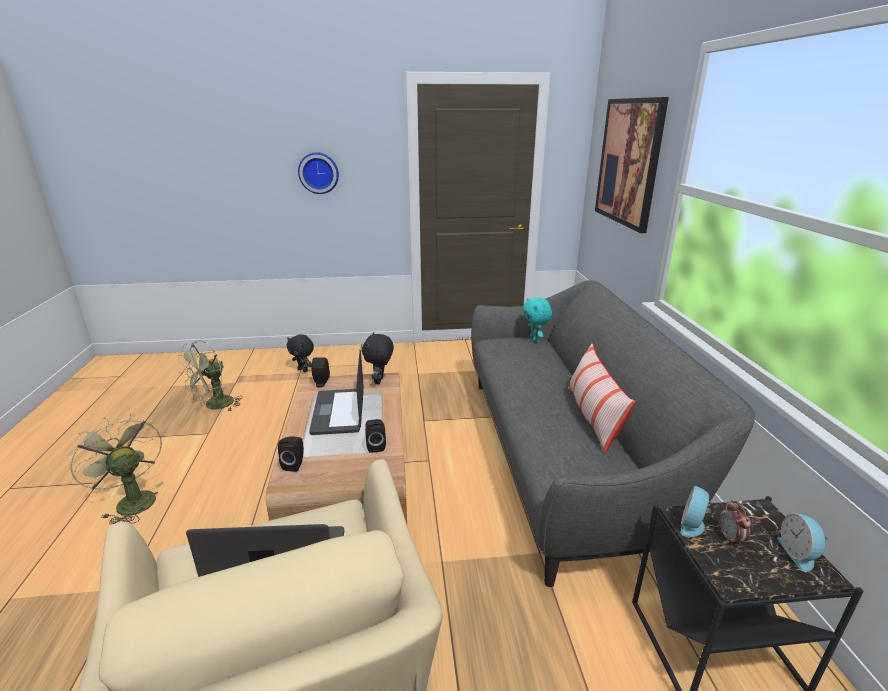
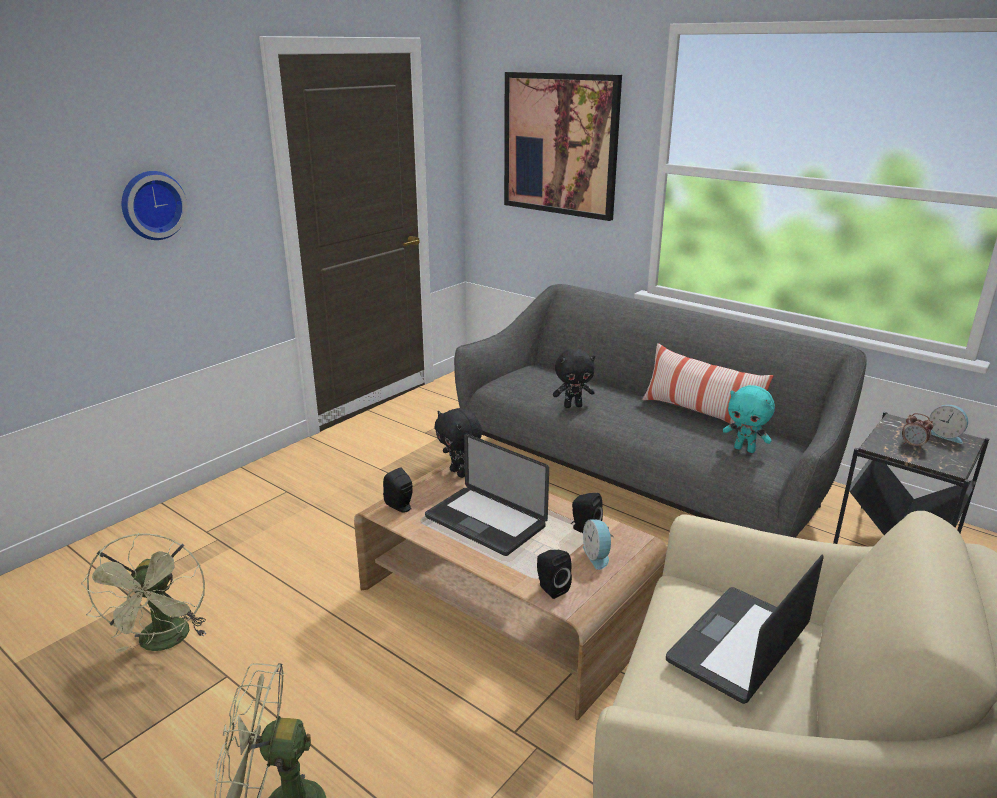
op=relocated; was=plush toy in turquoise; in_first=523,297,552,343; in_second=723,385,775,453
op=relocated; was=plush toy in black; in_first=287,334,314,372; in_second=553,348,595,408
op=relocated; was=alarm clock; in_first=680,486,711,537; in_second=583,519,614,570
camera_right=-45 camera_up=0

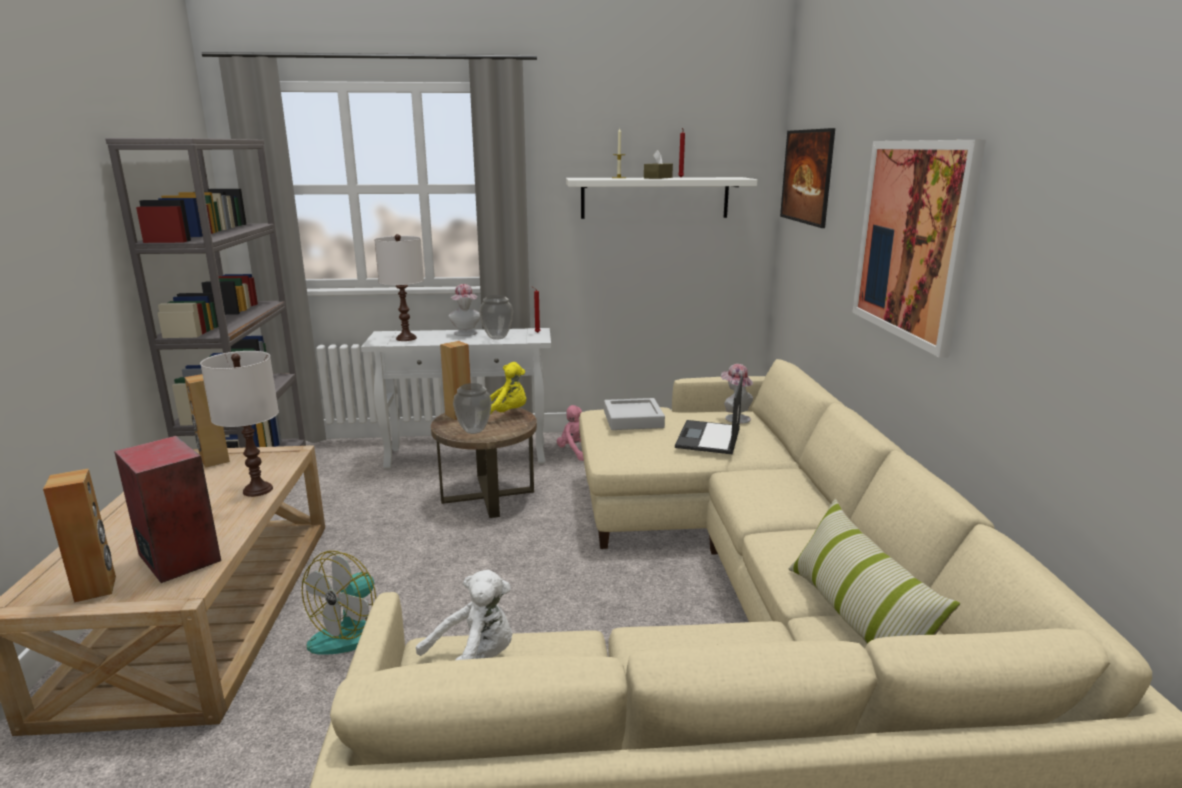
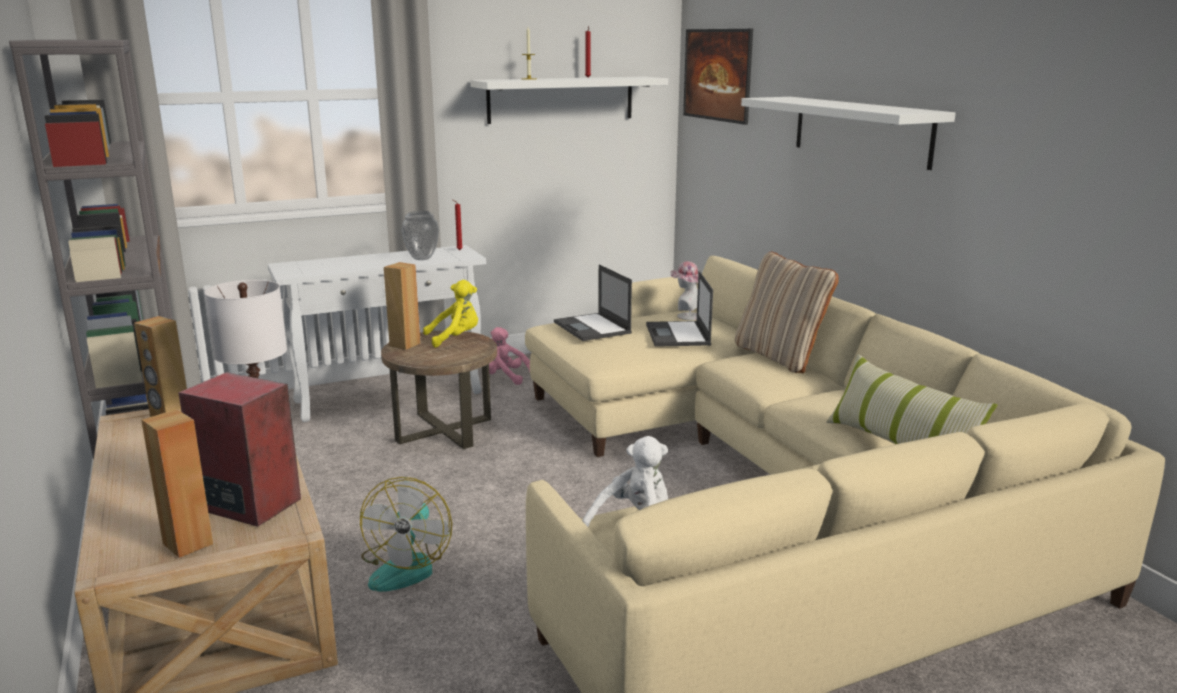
op=exchanged; was=picture; now=shelf in white; in_first=852,140,986,358; in_second=741,97,956,170
op=missing; was=tissue box in brown; in_first=644,150,673,179
op=missing; was=table lamp in white; in_first=374,234,424,341
op=missing; was=hat; in_first=449,284,480,336
op=missing; was=vase; in_first=453,383,492,434
op=exchanged; was=tray in grey; now=laptop; in_first=604,398,665,430; in_second=554,265,632,341
op=appeared; now=pillow in beige; in_second=735,252,839,373
camera_right=-20 camera_up=0

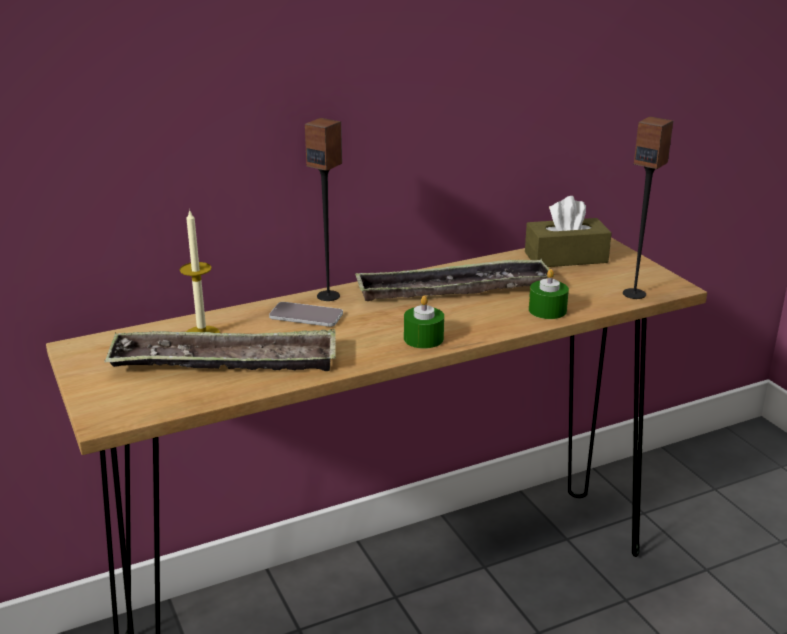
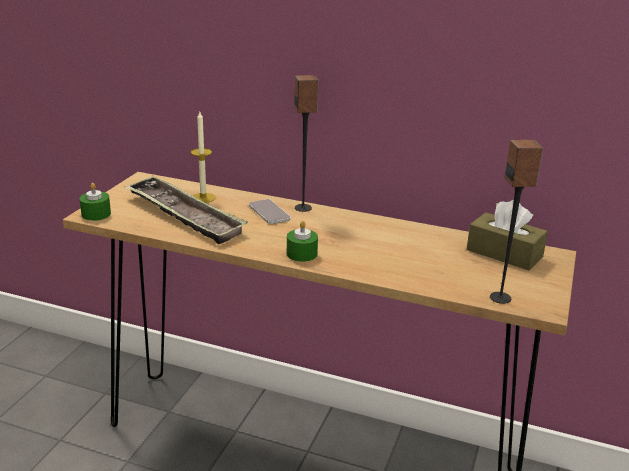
op=missing; was=tray; in_first=355,259,555,301
op=relocated; was=candle in green; in_first=529,269,569,319; in_second=79,183,111,221
camera_right=45 camera_up=0

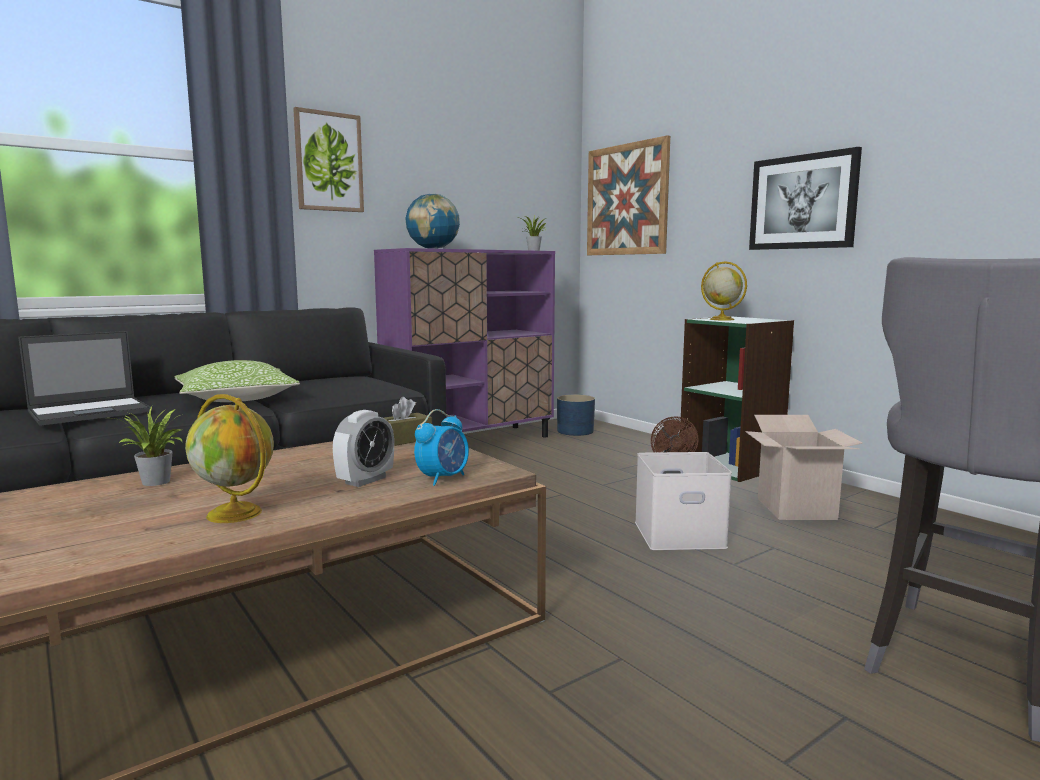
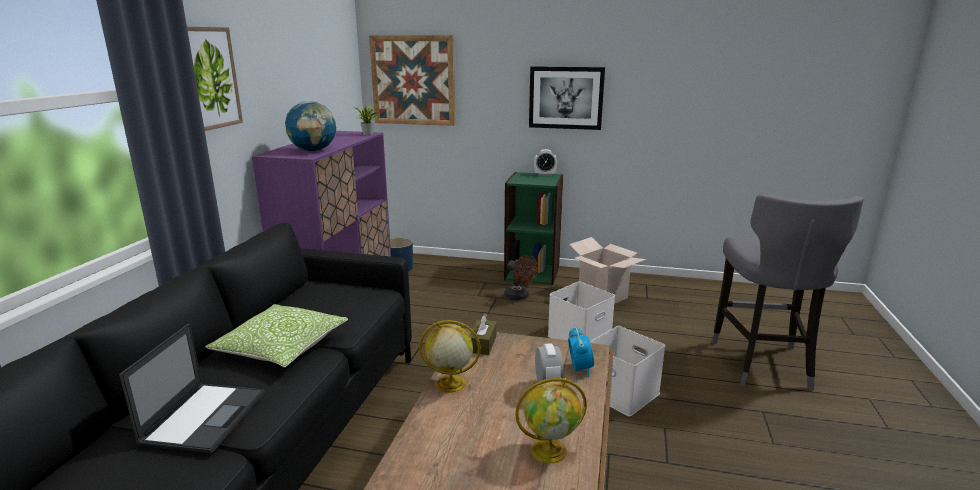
op=relocated; was=globe; in_first=701,261,747,321; in_second=419,320,481,393
op=missing; was=potted plant; in_first=113,406,183,486
op=appeared; now=alarm clock; in_second=534,149,557,176
op=appeared; now=storage box in white; in_second=590,326,665,417
camera_right=-40 camera_up=10

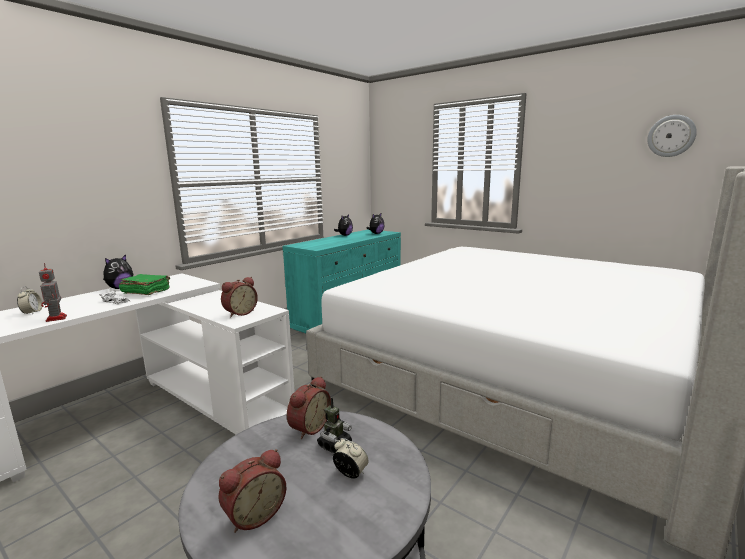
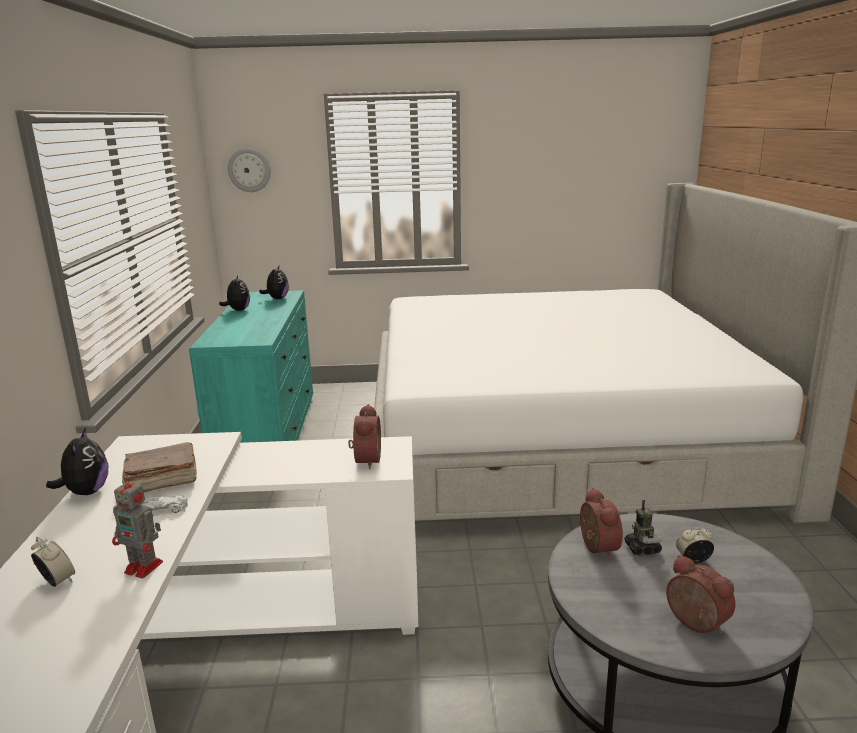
op=relocated; was=wall clock; in_first=647,115,697,157; in_second=228,148,271,192
op=colour; was=book in green; now=book in brown; in_first=119,274,170,295; in_second=122,442,197,492
op=spun; was=alarm clock; in_first=218,449,286,533; in_second=666,555,736,634; clockwise=-45
camera_right=-40 camera_up=5

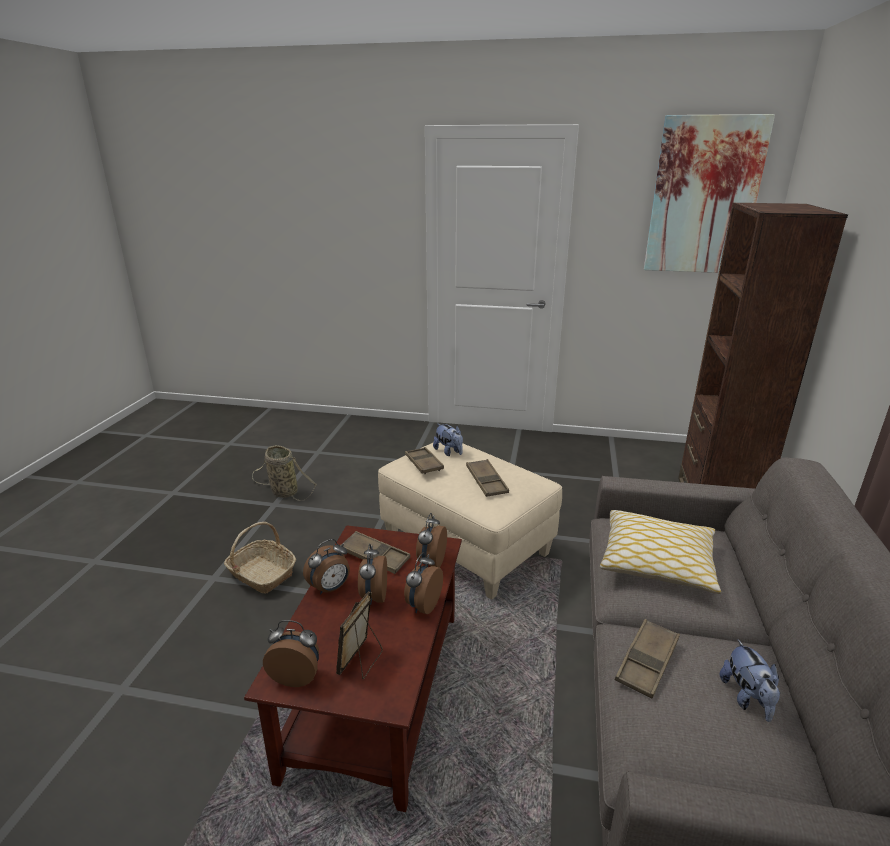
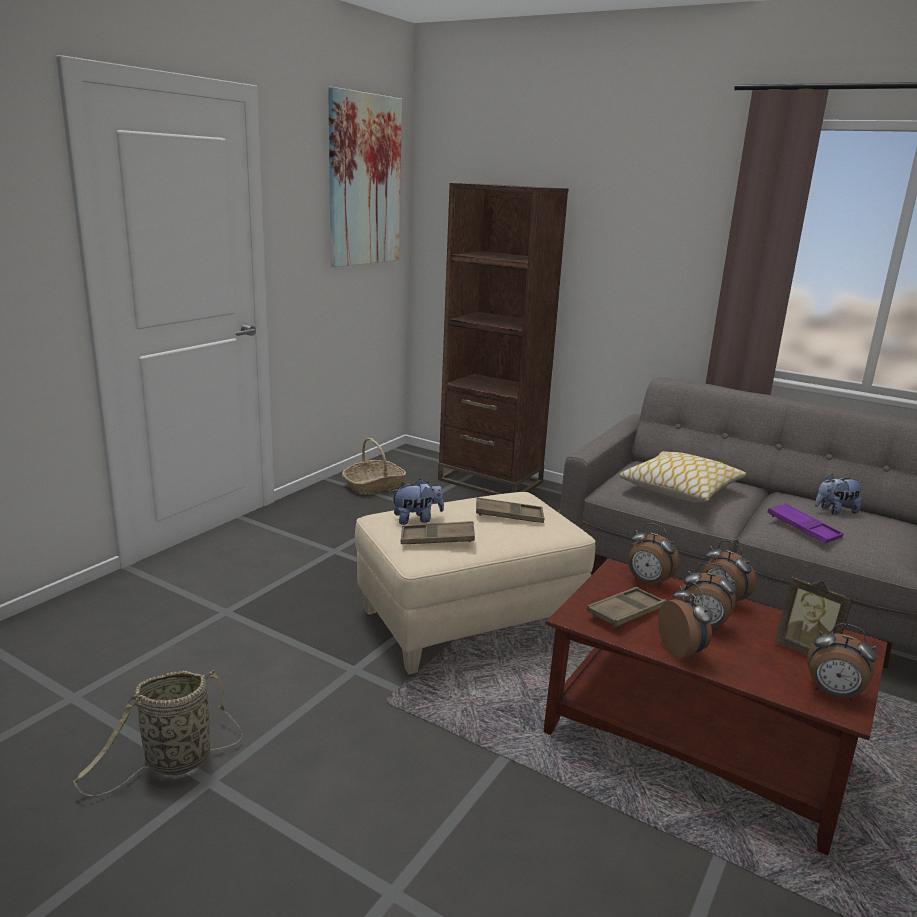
op=relocated; was=basket; in_first=224,522,296,593; in_second=342,438,406,494
op=colour; was=tray in brown; now=tray in purple; in_first=615,619,680,699; in_second=768,503,843,543
op=spun; was=alarm clock; in_first=263,620,319,687; in_second=807,623,877,701; clockwise=-90
op=spun; was=plush toy; in_first=720,639,780,722; in_second=815,474,863,515; clockwise=150
camera_right=-70 camera_up=-5

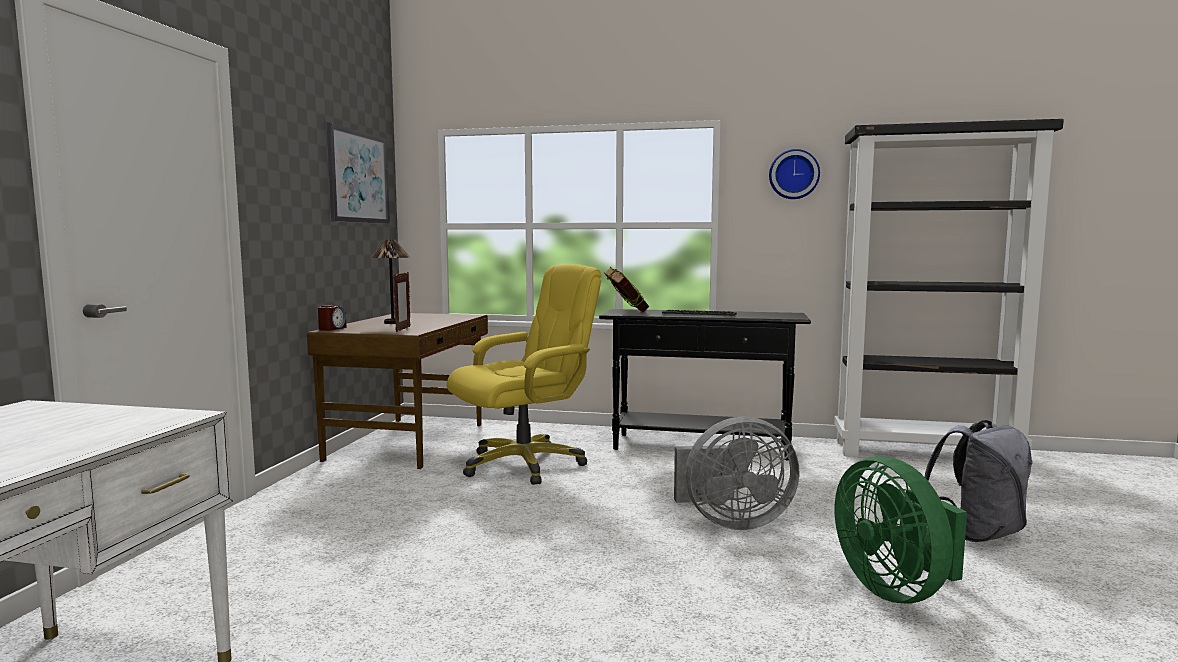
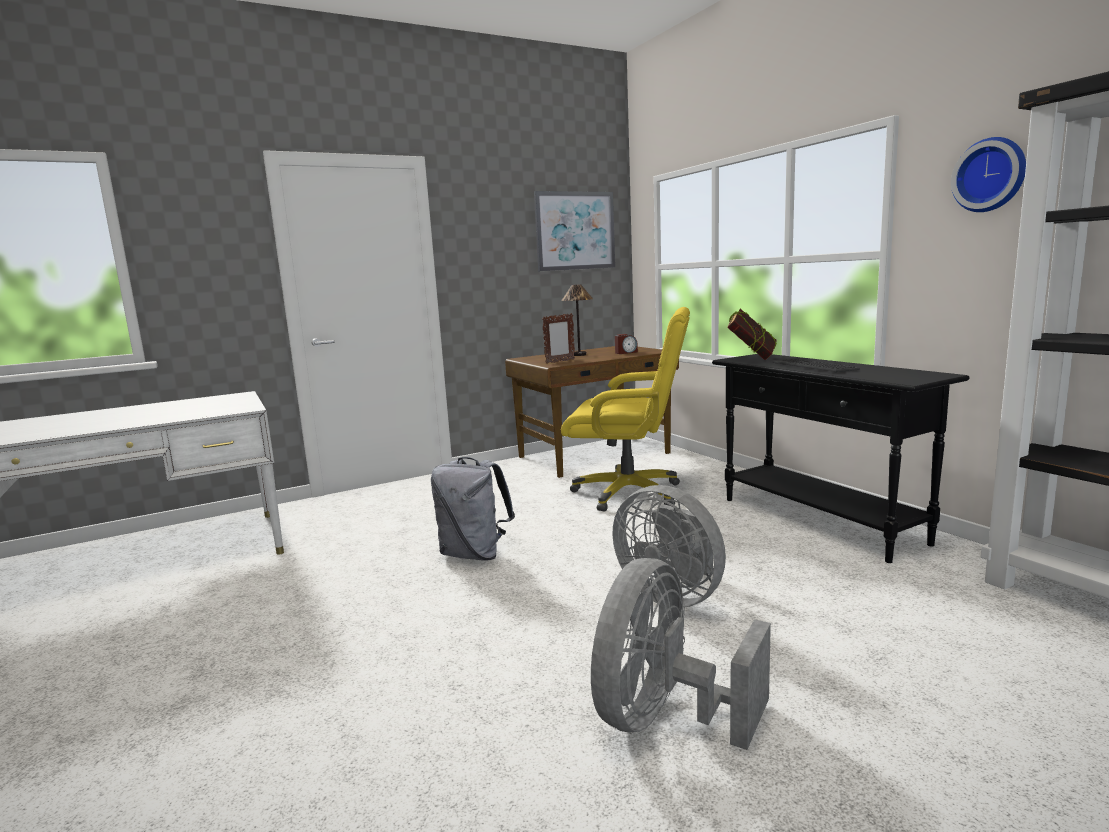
op=relocated; was=alarm clock; in_first=318,305,346,331; in_second=615,334,638,354
op=relocated; was=backpack in grey; in_first=925,420,1032,542; in_second=431,457,515,561
op=colour; was=fan in green; now=fan in grey; in_first=835,456,967,604; in_second=591,558,771,750
camera_right=50 camera_up=5

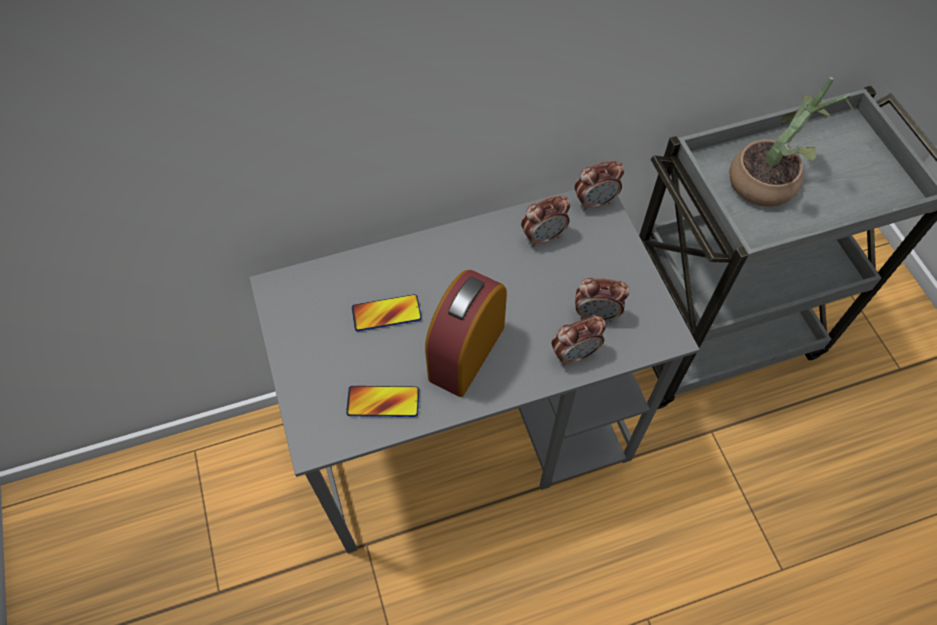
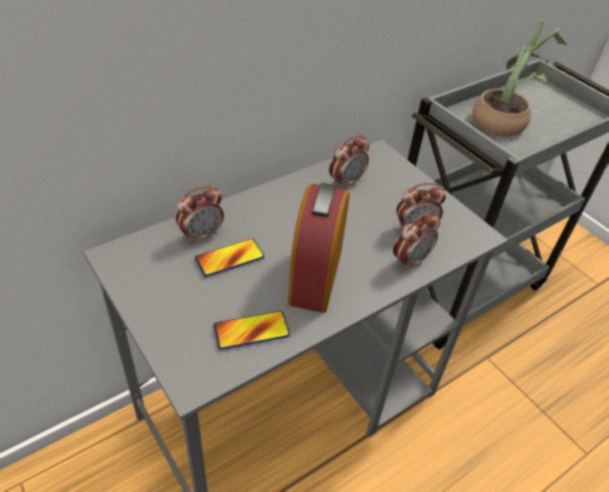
op=relocated; was=alarm clock; in_first=575,160,624,211; in_second=176,185,224,244
camera_right=-20 camera_up=-15

